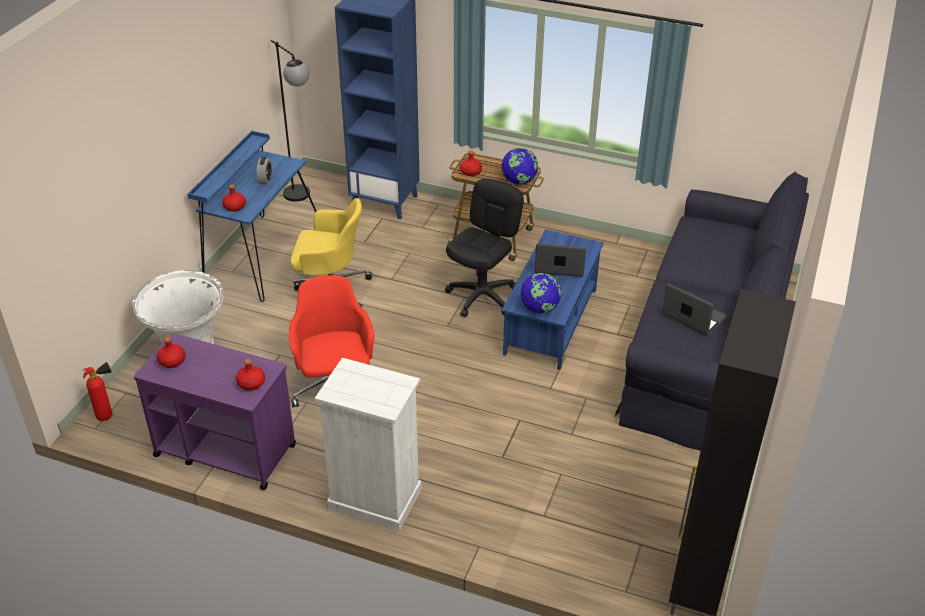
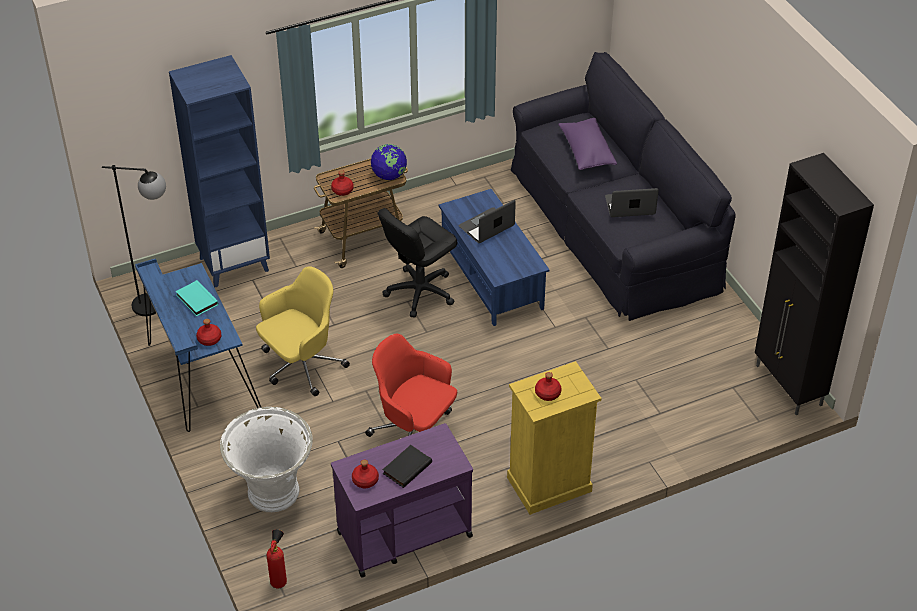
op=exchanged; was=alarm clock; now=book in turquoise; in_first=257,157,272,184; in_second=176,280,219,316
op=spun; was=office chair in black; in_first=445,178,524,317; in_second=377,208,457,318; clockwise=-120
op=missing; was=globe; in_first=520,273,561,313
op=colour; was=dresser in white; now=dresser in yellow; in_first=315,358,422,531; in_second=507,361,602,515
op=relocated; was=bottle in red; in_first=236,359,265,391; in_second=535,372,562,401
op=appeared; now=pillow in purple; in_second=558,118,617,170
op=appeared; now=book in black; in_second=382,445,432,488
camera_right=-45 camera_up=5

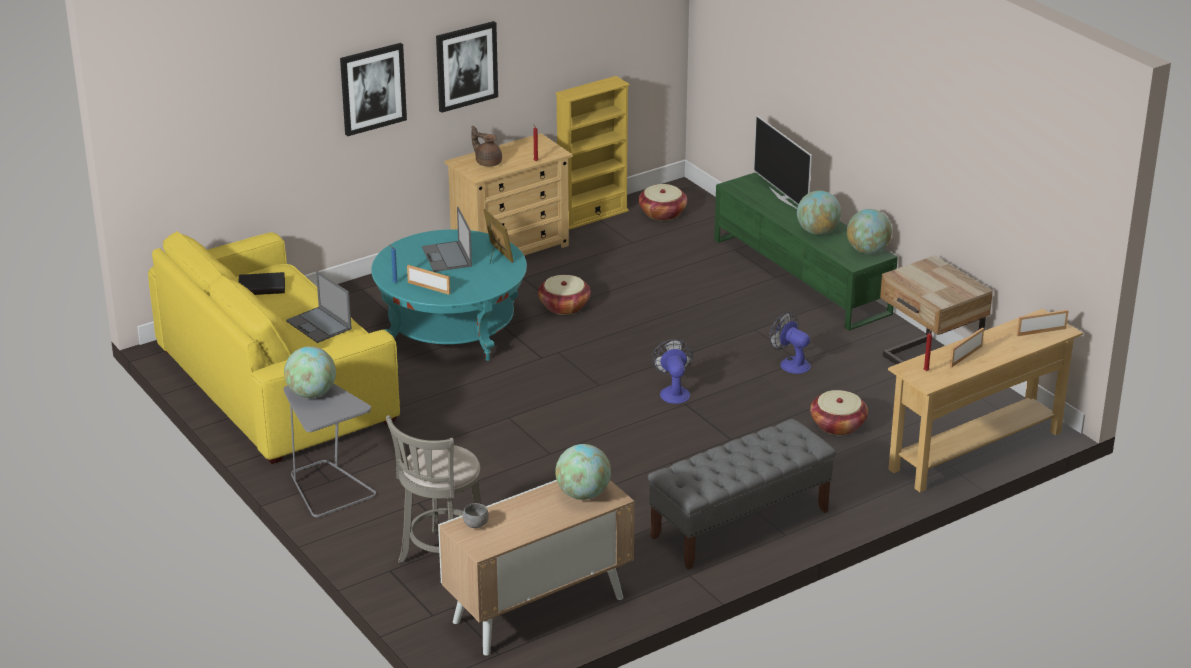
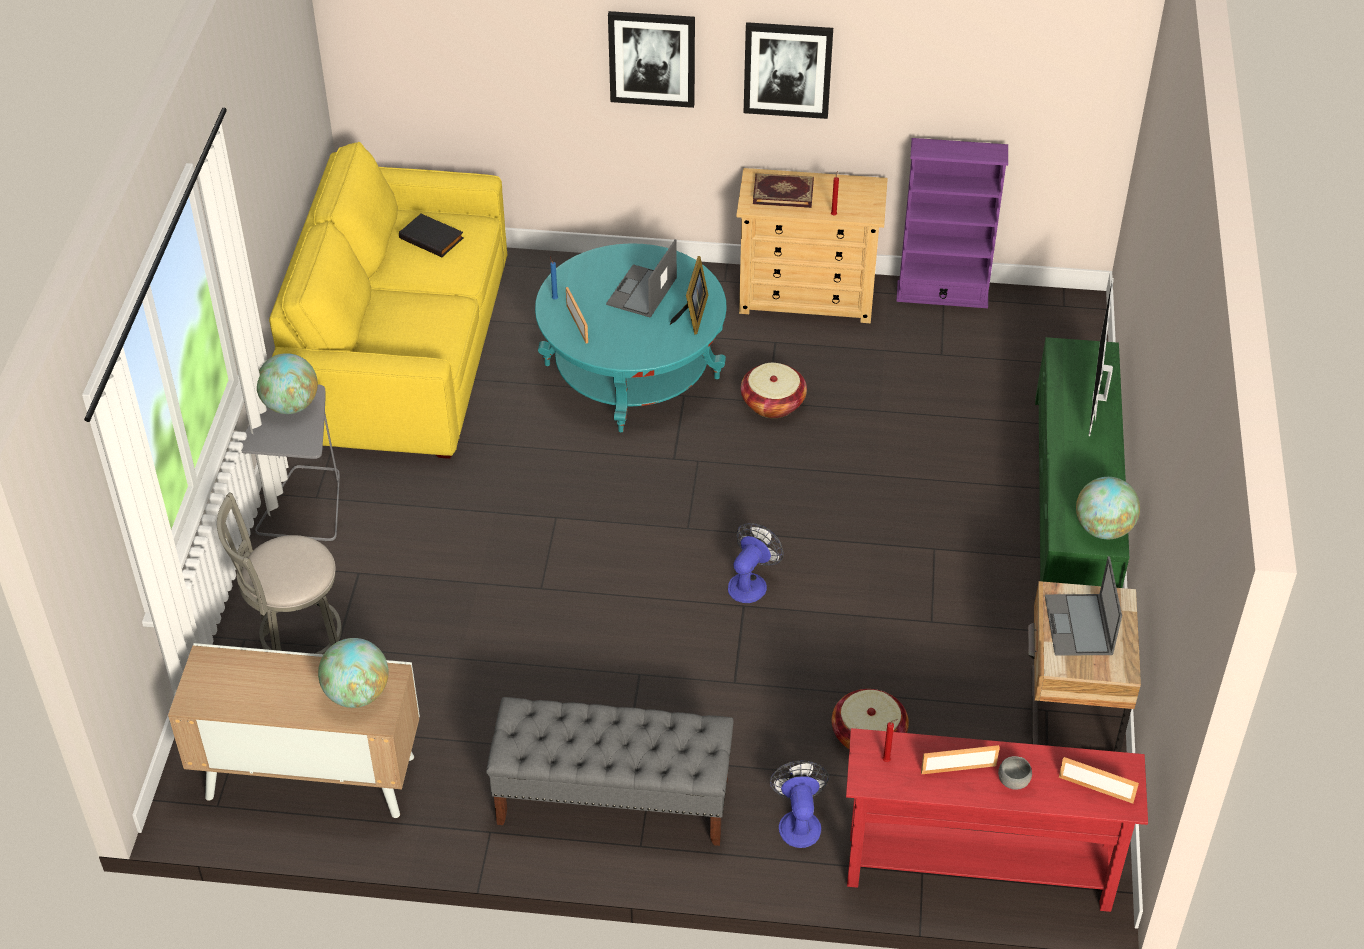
op=colour; was=bookcase in yellow; now=bookcase in purple; in_first=555,76,630,229; in_second=896,138,1008,308
op=exchanged; was=teapot in brown; now=book; in_first=472,126,502,167; in_second=753,173,814,208
op=missing; was=basket; in_first=639,184,687,221
op=missing; was=globe; in_first=797,191,841,235
op=relocated; was=laptop; in_first=286,271,352,343; in_second=1045,556,1122,656
op=colour; was=console table in beige; now=console table in red; in_first=888,309,1083,492; in_second=846,728,1148,912
op=relocated; was=fan; in_first=769,312,811,374; in_second=770,761,829,848
op=relocated; was=bowl in grey; in_first=463,503,489,528; in_second=998,756,1032,790
camera_right=40 camera_up=15

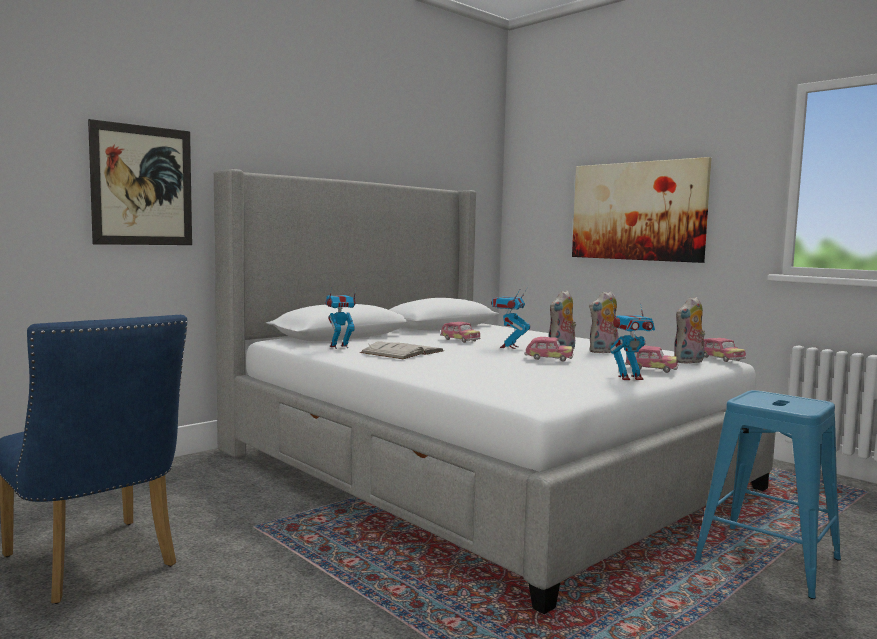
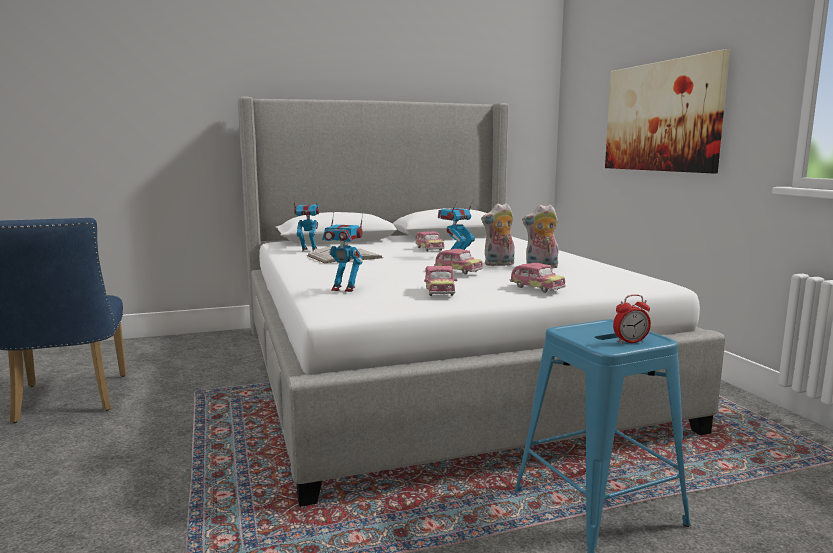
op=missing; was=picture; in_first=88,119,192,245
op=missing; was=plush toy; in_first=674,297,705,364
op=relocated; was=toy robot; in_first=611,302,655,380; in_second=322,214,363,292
op=relocated; was=toy car; in_first=704,338,746,362; in_second=424,266,457,296
op=appeared; now=alarm clock; in_second=613,295,651,344
camera_right=25 camera_up=5

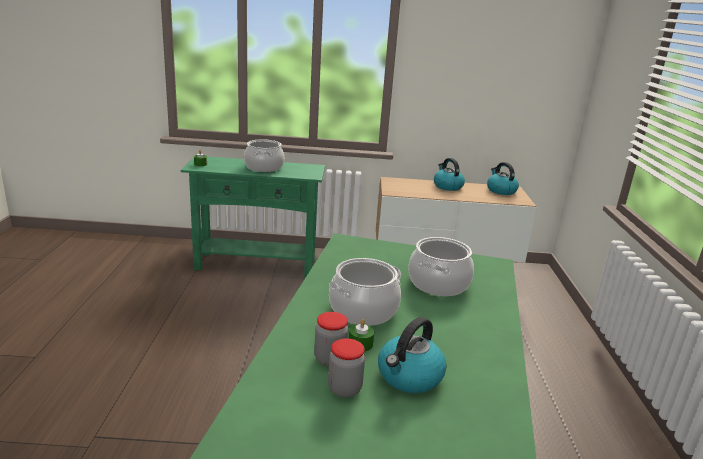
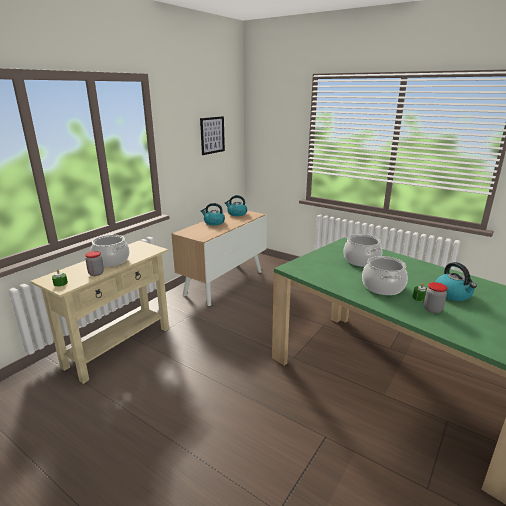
op=colour; was=console table in green; now=console table in beige; in_first=181,157,325,278; in_second=30,240,169,384
op=relocated; was=jar; in_first=328,338,365,398; in_second=85,251,104,276
op=appeared; now=picture; in_second=200,116,225,155
camera_right=-55 camera_up=0

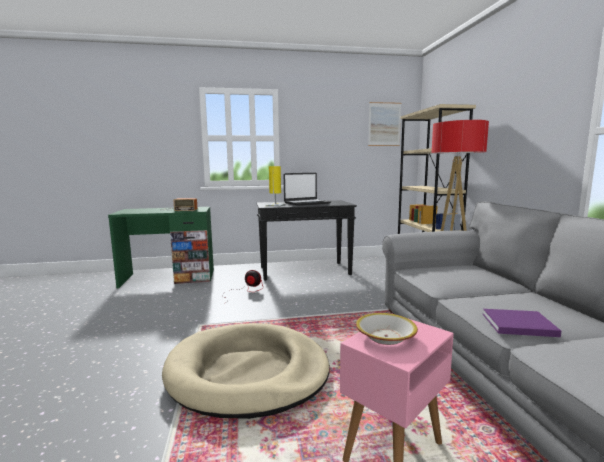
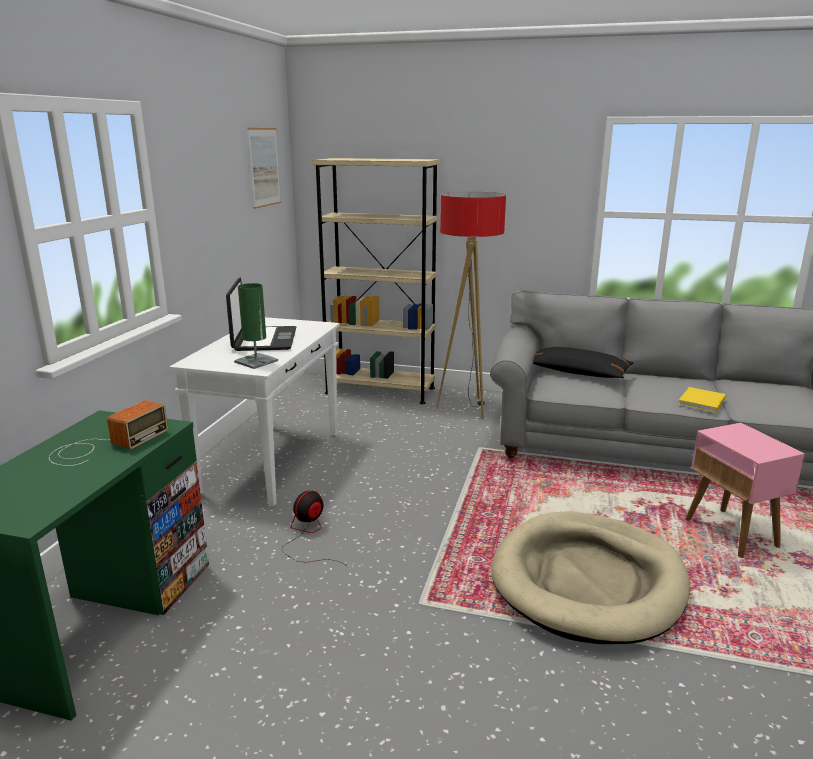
op=colour; was=table lamp in yellow; now=table lamp in green; in_first=266,166,285,207; in_second=234,283,278,369
op=colour; was=console table in black; now=console table in white; in_first=257,200,357,281; in_second=169,317,340,507
op=colour; was=book in purple; now=book in yellow; in_first=483,309,561,337; in_second=678,387,726,413
op=missing; was=bowl; in_first=356,313,418,345
op=appeared; now=pillow in black; in_second=533,347,634,378
camera_right=-65 camera_up=10

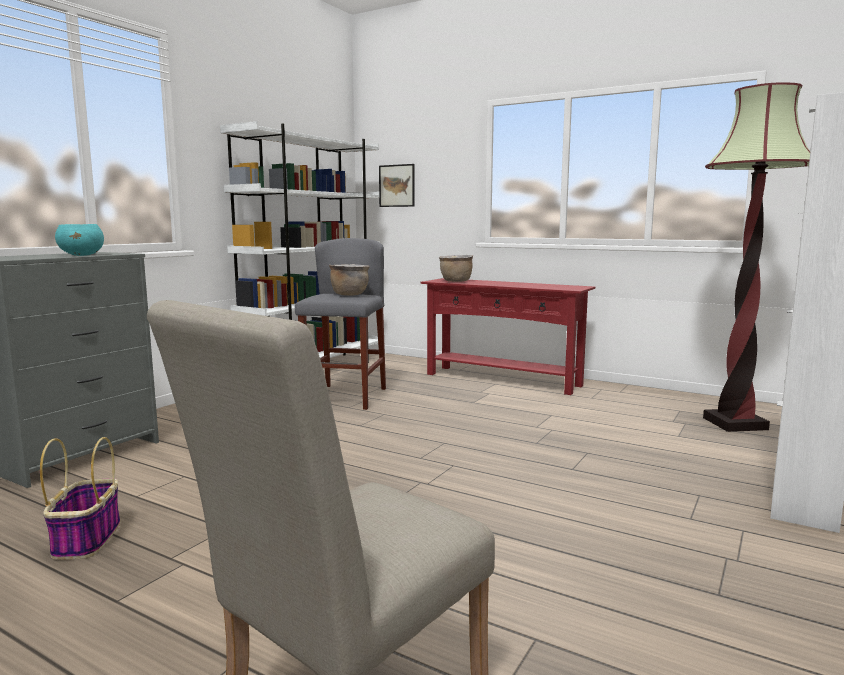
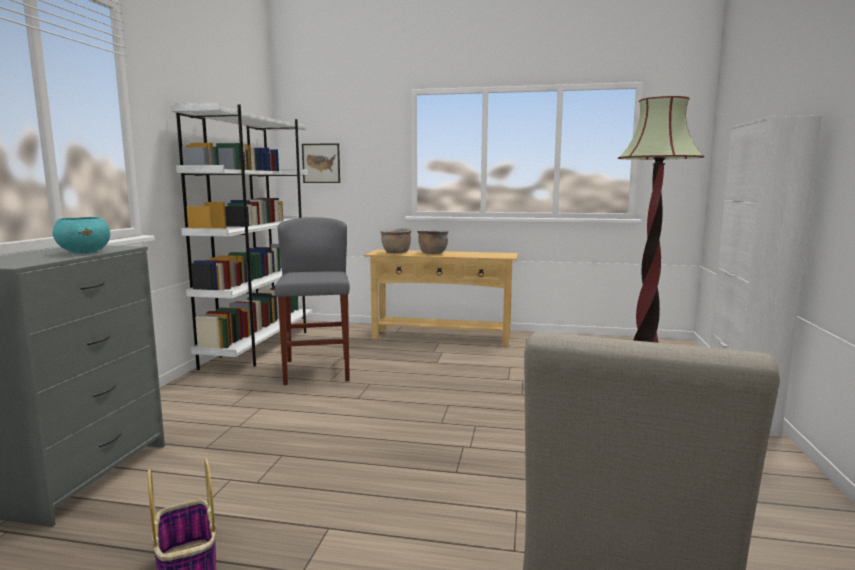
op=relocated; was=cooking pot in brown; in_first=329,264,370,296; in_second=417,229,449,254
op=colour; was=console table in red; now=console table in beige; in_first=421,278,595,395; in_second=364,250,518,347
camera_right=-20 camera_up=0

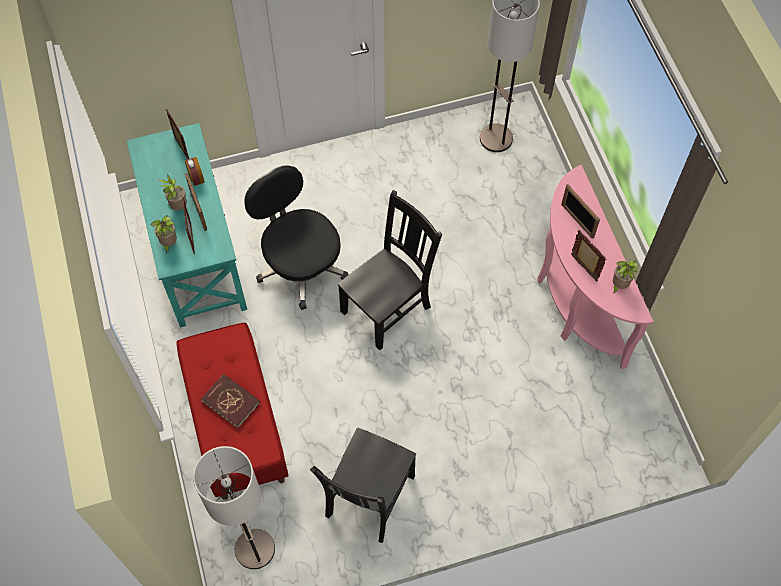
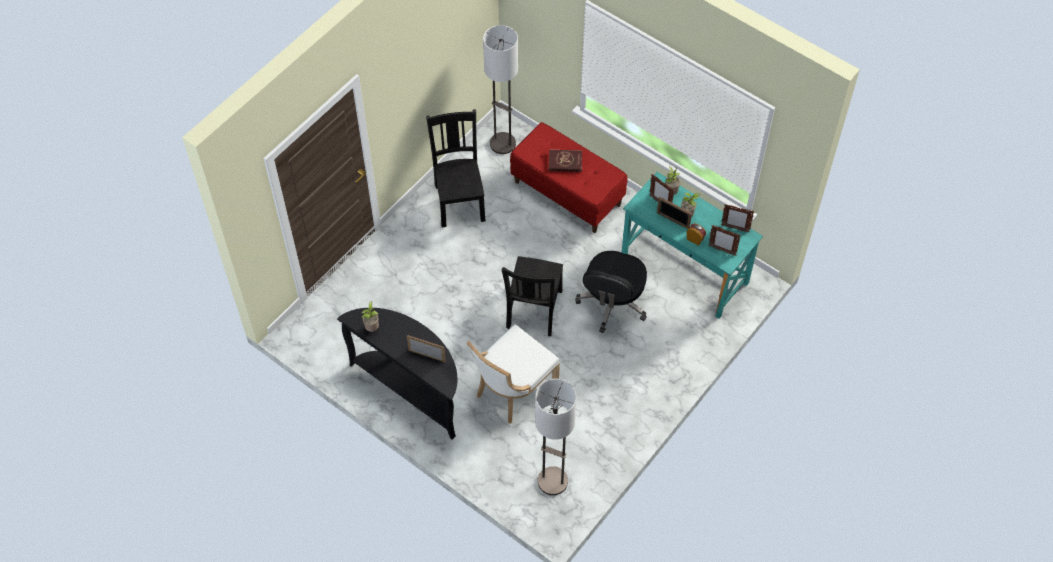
op=spun; was=office chair in black; in_first=244,165,349,310; in_second=575,251,647,333; clockwise=90
op=colour; was=console table in pink; now=console table in black; in_first=537,165,654,369; in_second=337,308,458,440
op=relocated; was=picture frame; in_first=571,230,607,281; in_second=721,204,754,233
op=appeared; now=chair in white; in_second=467,325,560,423
camera_right=145 camera_up=-5

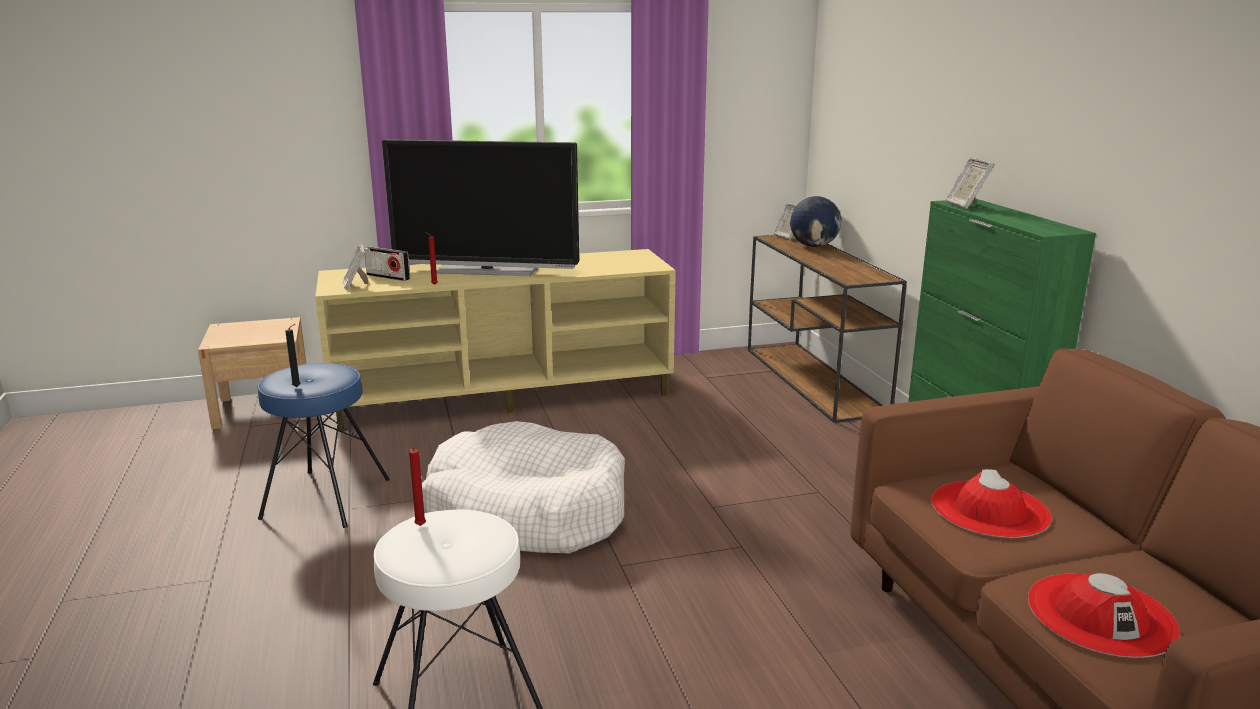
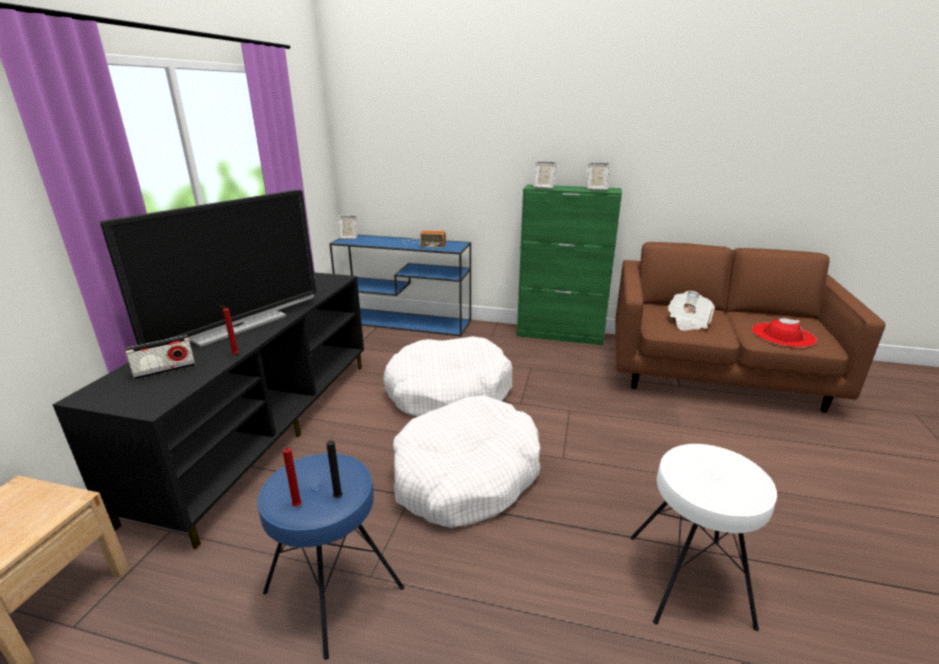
op=missing; was=globe; in_first=790,196,841,247
op=colour; was=console table in brown; now=console table in blue; in_first=748,235,907,423; in_second=329,234,471,336
op=relocated; was=picture frame; in_first=343,245,368,290; in_second=586,162,610,190
op=colour; was=tv stand in beige; now=tv stand in black; in_first=315,249,676,432; in_second=53,272,364,549
op=relocated; was=candle in red; in_first=404,445,426,526; in_second=283,448,302,506
op=exchanged; was=hat in red; now=newspaper; in_first=932,469,1052,538; in_second=668,291,715,331
op=appeared; now=radio; in_second=402,230,446,248
op=appeared; now=dog bed in white; in_second=383,336,513,416
camera_right=-60 camera_up=5

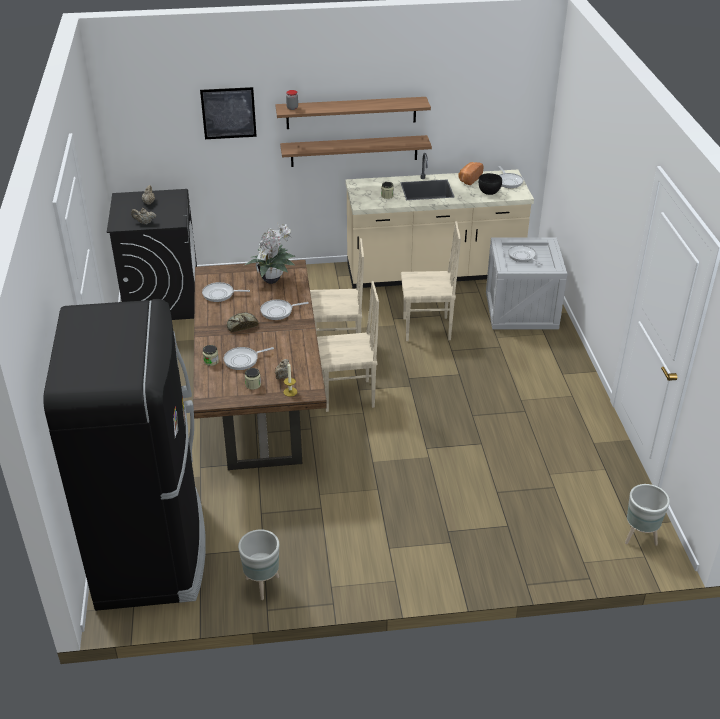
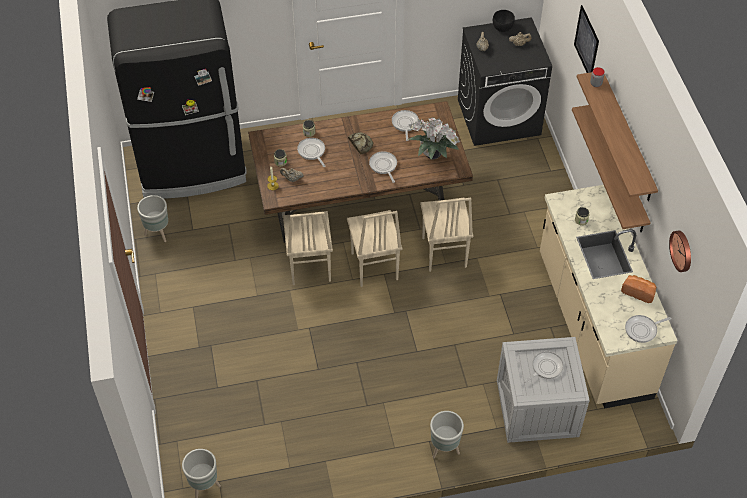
op=relocated; was=bowl in black; in_first=478,173,502,195; in_second=493,10,515,32
op=relocated; was=chair in beige; in_first=401,221,461,341; in_second=283,211,333,285
op=appeared; now=wall clock; in_second=669,231,691,272
op=appeared; now=planter in grey; in_second=430,411,464,458
camera_right=85 camera_up=15

